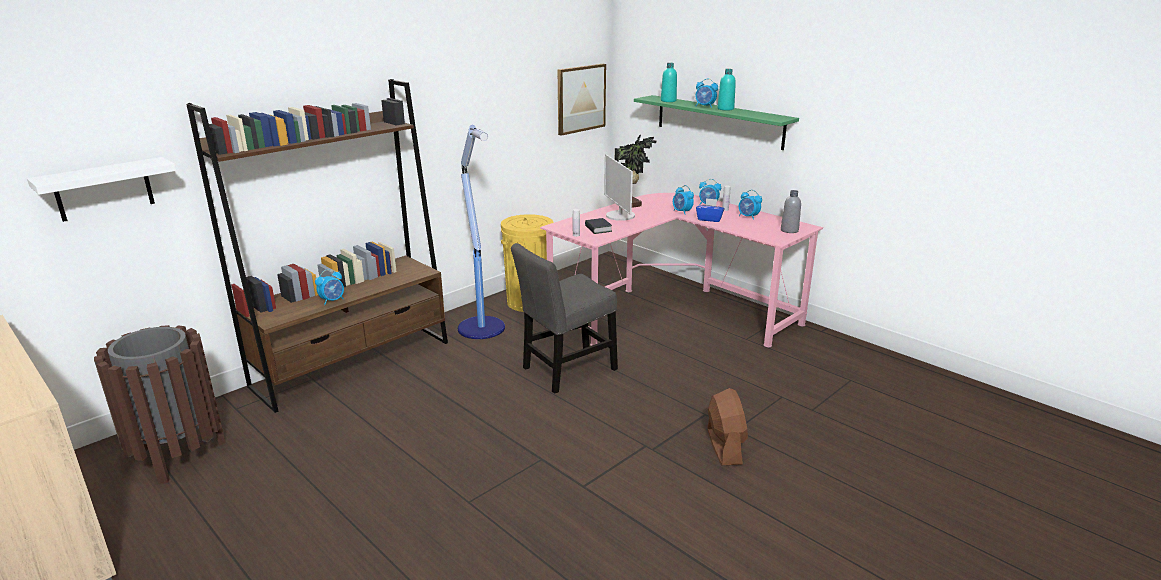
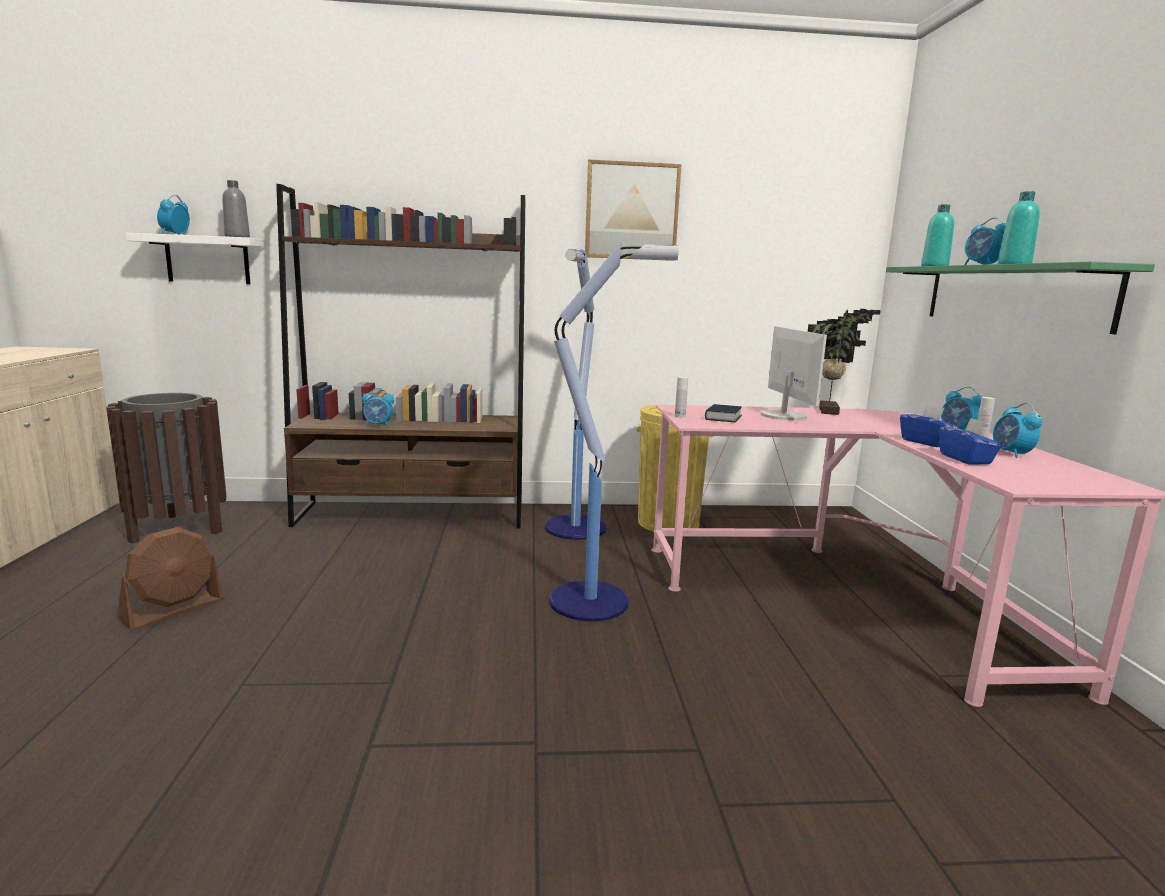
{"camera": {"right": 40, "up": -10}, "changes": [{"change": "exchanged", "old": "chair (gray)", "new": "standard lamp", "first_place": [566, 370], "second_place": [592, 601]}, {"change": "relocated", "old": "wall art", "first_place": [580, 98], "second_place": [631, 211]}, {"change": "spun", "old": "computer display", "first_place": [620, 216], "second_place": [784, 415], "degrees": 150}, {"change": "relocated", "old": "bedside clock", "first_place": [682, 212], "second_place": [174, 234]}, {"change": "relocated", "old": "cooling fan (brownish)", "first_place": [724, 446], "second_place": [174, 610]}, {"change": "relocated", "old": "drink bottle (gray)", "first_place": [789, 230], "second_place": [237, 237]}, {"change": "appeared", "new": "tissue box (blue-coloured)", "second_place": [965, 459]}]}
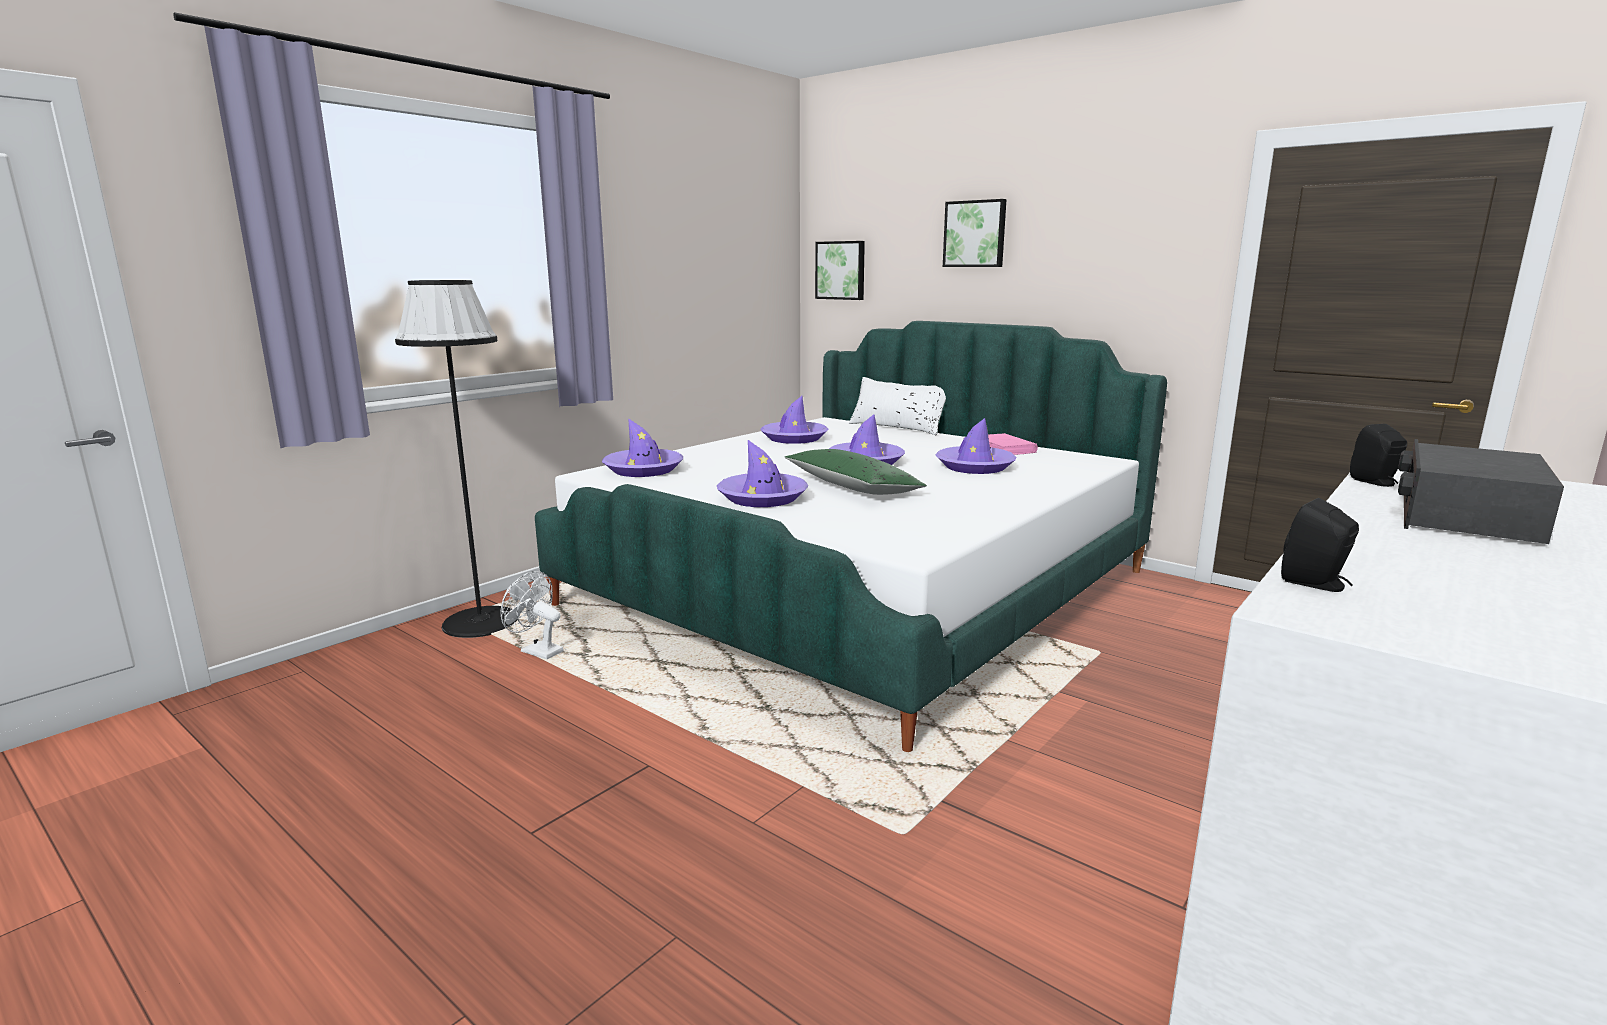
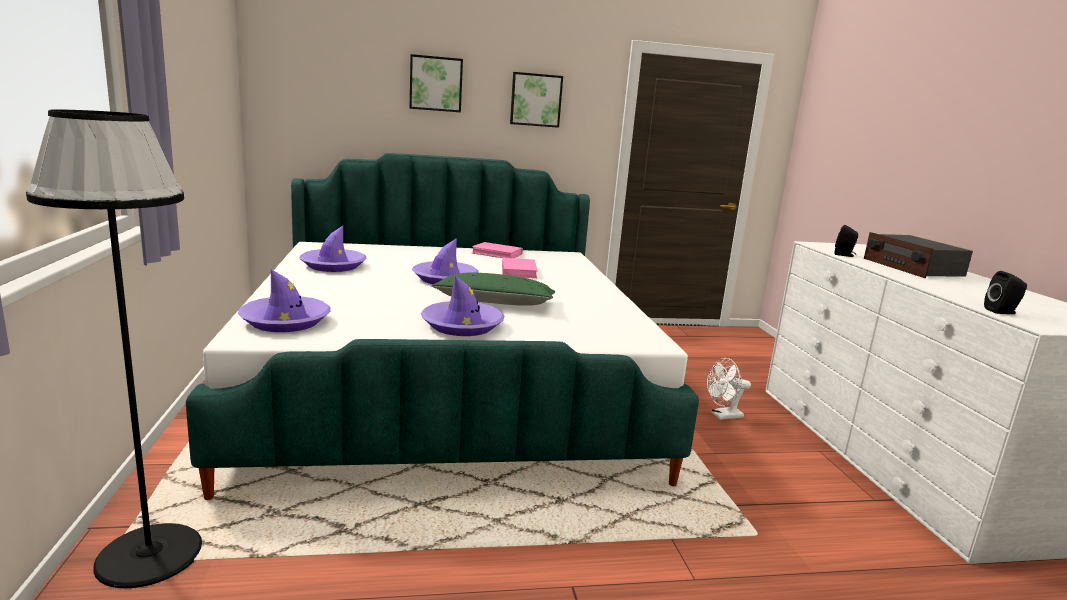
{"camera": {"right": -50, "up": 0}, "changes": [{"change": "relocated", "old": "cooling fan (white)", "first_place": [537, 651], "second_place": [723, 416]}, {"change": "relocated", "old": "wall art", "first_place": [841, 270], "second_place": [535, 100]}, {"change": "missing", "old": "pillow (white)", "first_place": [897, 427]}, {"change": "exchanged", "old": "wearable hat (purple-coloured)", "new": "bound book (pink)", "first_place": [974, 467], "second_place": [518, 271]}]}
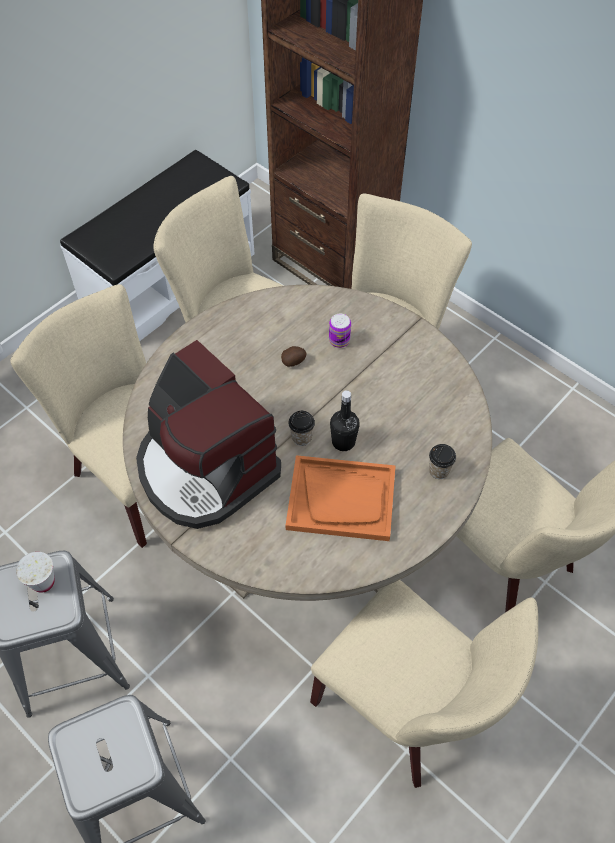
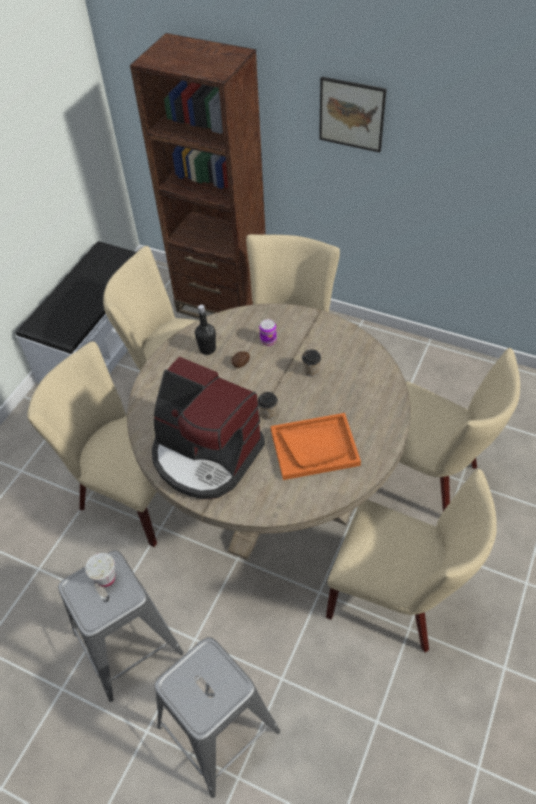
{"camera": {"right": -15, "up": -5}, "changes": [{"change": "relocated", "old": "drink bottle (blackish)", "first_place": [343, 442], "second_place": [207, 349]}, {"change": "relocated", "old": "small cup", "first_place": [439, 470], "second_place": [311, 371]}, {"change": "appeared", "new": "wall art", "second_place": [351, 114]}]}
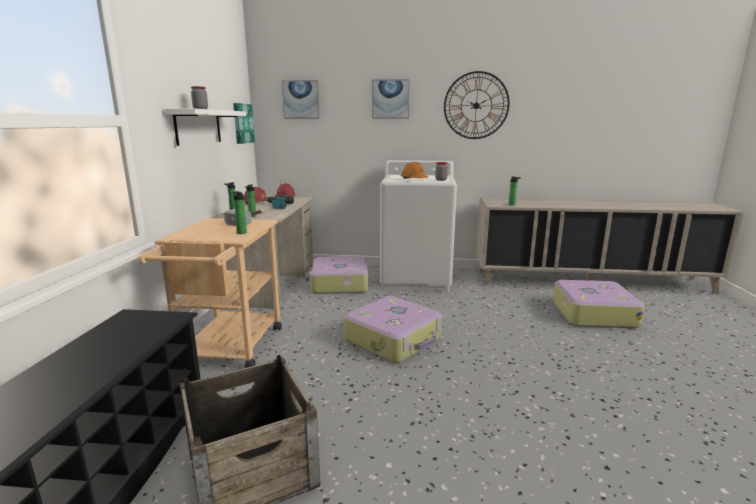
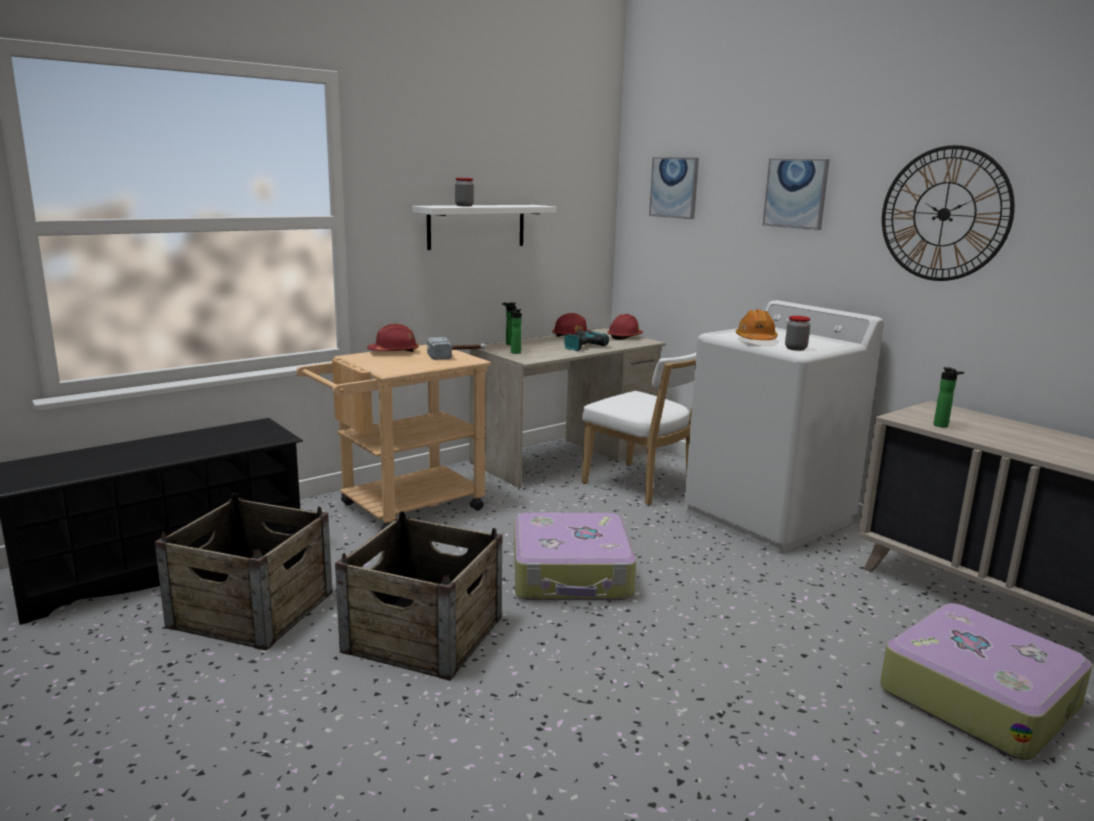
{"camera": {"right": 45, "up": 0}, "changes": [{"change": "missing", "old": "drink bottle", "first_place": [241, 232]}, {"change": "missing", "old": "wall art", "first_place": [242, 123]}, {"change": "exchanged", "old": "travel case", "new": "chair (white)", "first_place": [339, 284], "second_place": [641, 486]}, {"change": "appeared", "new": "packing crate", "second_place": [424, 634]}, {"change": "appeared", "new": "safety helmet (reddish)", "second_place": [394, 352]}]}
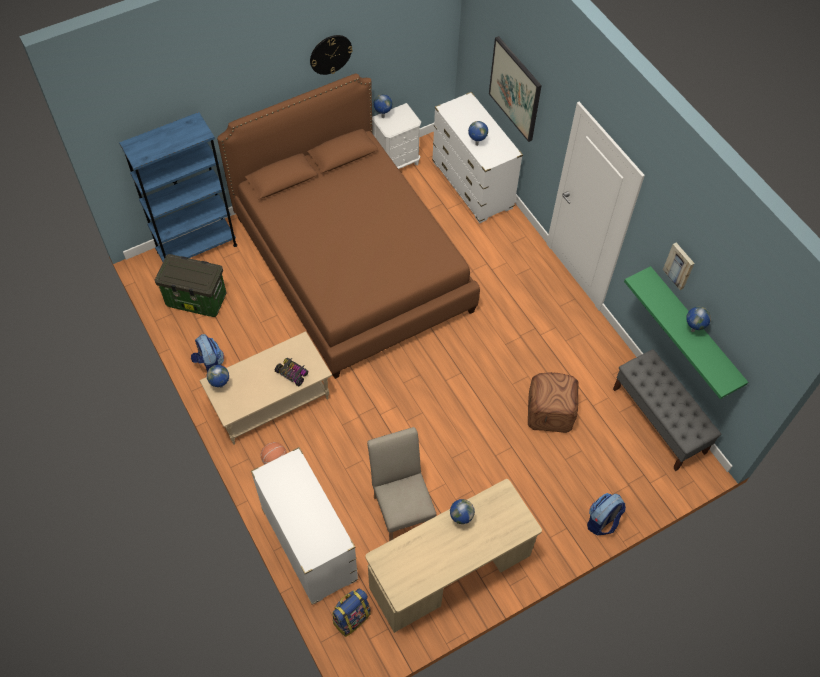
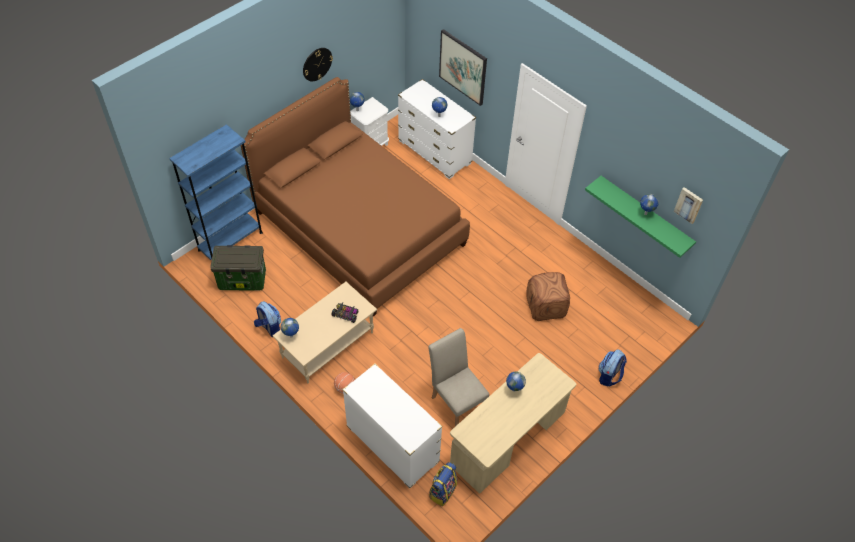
{"camera": {"right": -15, "up": -5}, "changes": [{"change": "missing", "old": "long seat (gray)", "first_place": [659, 421]}, {"change": "relocated", "old": "wall art", "first_place": [679, 265], "second_place": [689, 204]}]}
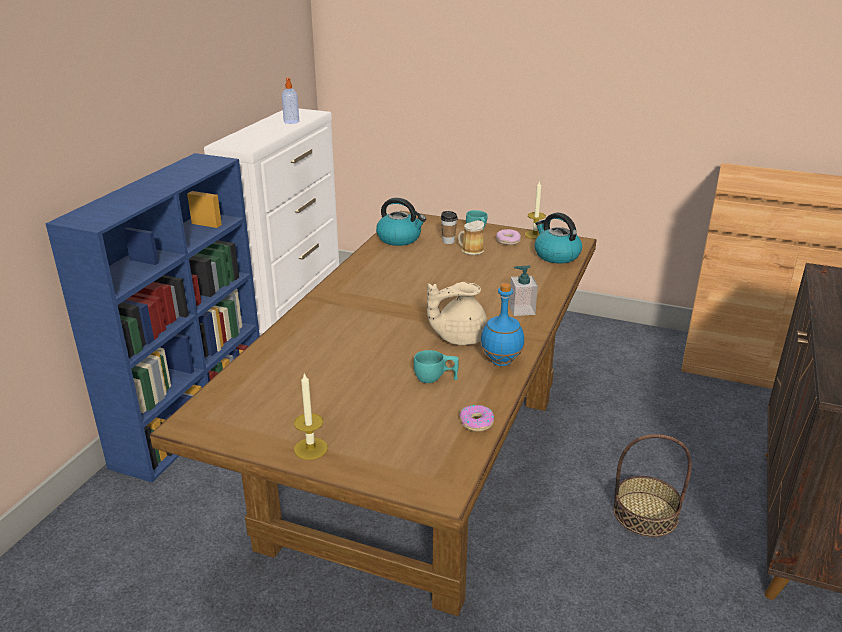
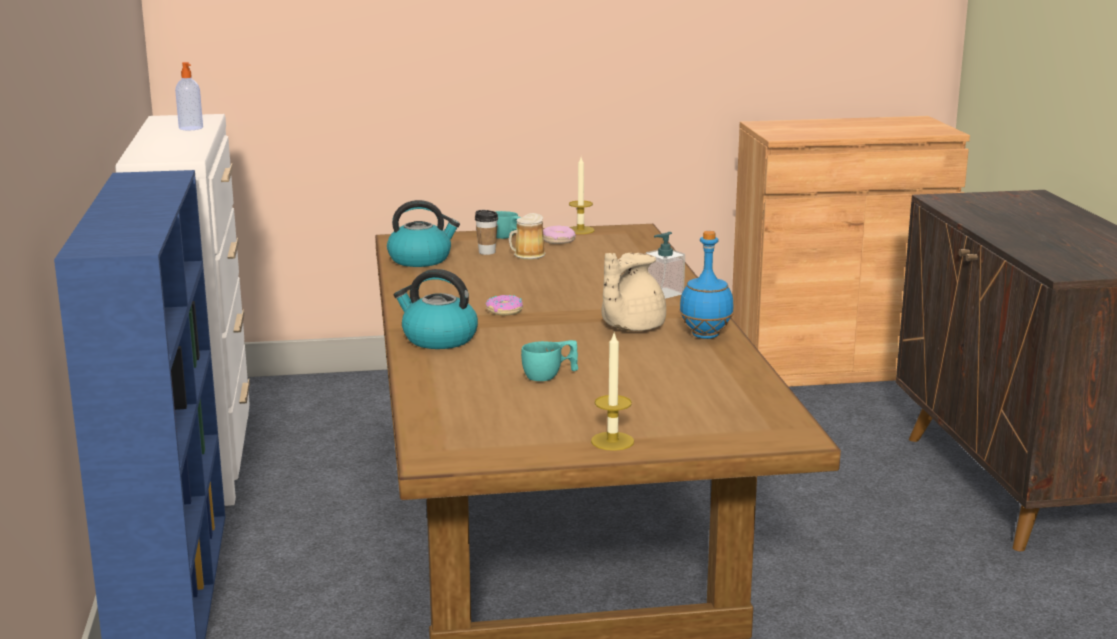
{"camera": {"right": -30, "up": -10}, "changes": [{"change": "relocated", "old": "small cup (turquoise)", "first_place": [435, 379], "second_place": [550, 376]}, {"change": "relocated", "old": "donut", "first_place": [476, 422], "second_place": [504, 311]}, {"change": "relocated", "old": "tea kettle", "first_place": [556, 255], "second_place": [438, 339]}, {"change": "missing", "old": "storage basket", "first_place": [645, 514]}]}
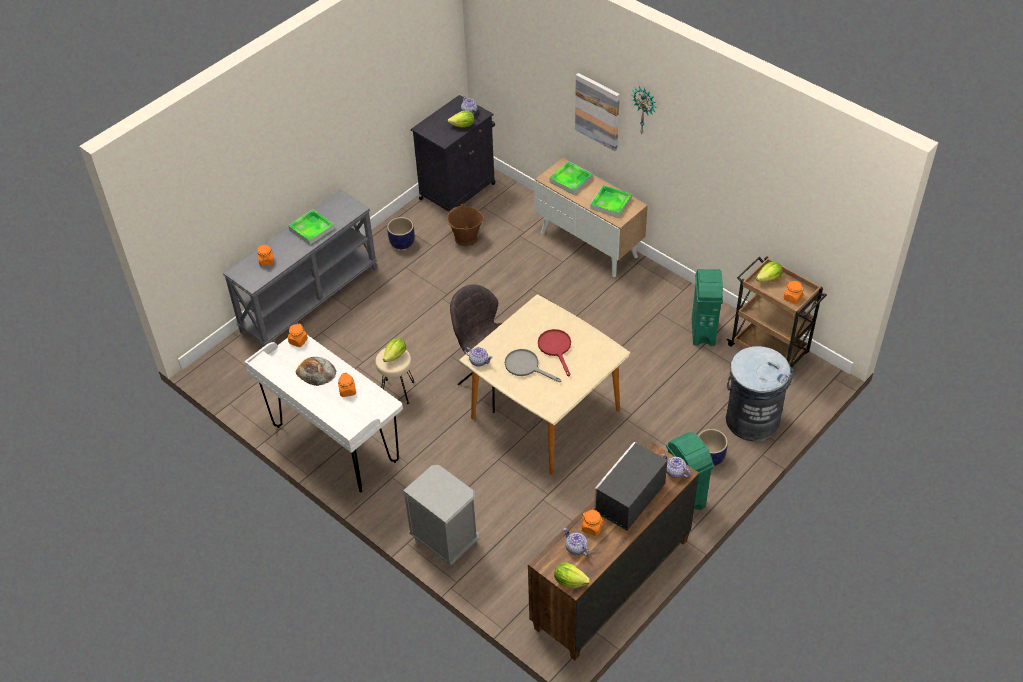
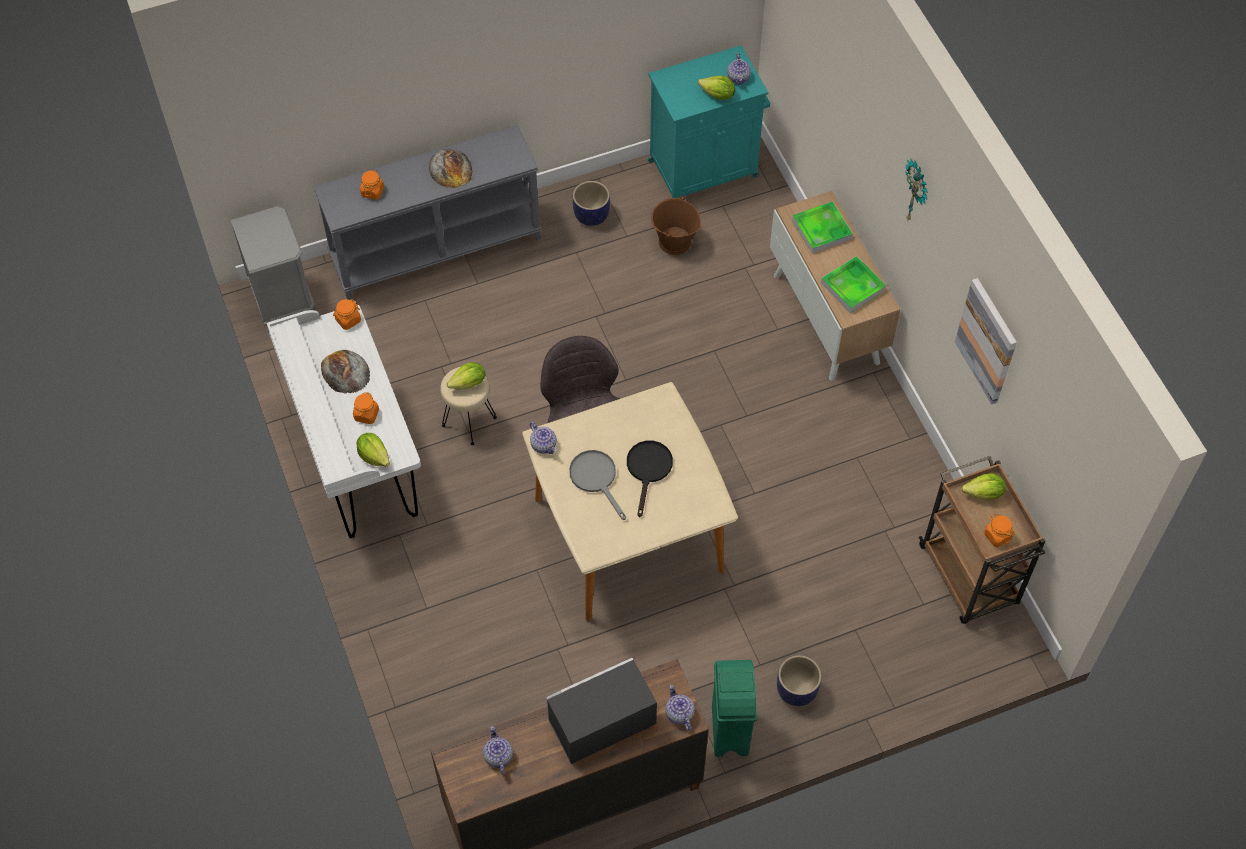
{"camera": {"right": 25, "up": 10}, "changes": [{"change": "exchanged", "old": "serving tray", "new": "baked bread", "first_place": [311, 229], "second_place": [450, 168]}, {"change": "relocated", "old": "night table (gray)", "first_place": [445, 541], "second_place": [282, 299]}, {"change": "colour", "old": "storage cabinet (blackish)", "new": "storage cabinet (turquoise)", "first_place": [458, 190], "second_place": [705, 168]}, {"change": "colour", "old": "skillet (reddish)", "new": "skillet (blackish)", "first_place": [556, 348], "second_place": [648, 470]}, {"change": "relocated", "old": "lettuce", "first_place": [570, 581], "second_place": [374, 456]}, {"change": "relocated", "old": "wall art", "first_place": [598, 111], "second_place": [987, 341]}, {"change": "missing", "old": "jar (orange-coloured)", "first_place": [592, 527]}, {"change": "missing", "old": "rubbish bin (green-coloured)", "first_place": [703, 332]}, {"change": "missing", "old": "rubbish bin (gray)", "first_place": [752, 419]}]}
